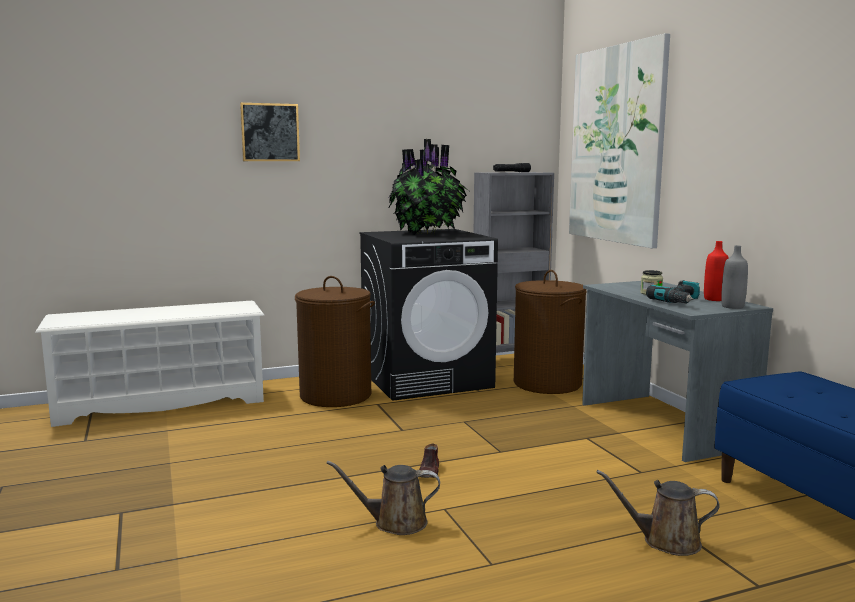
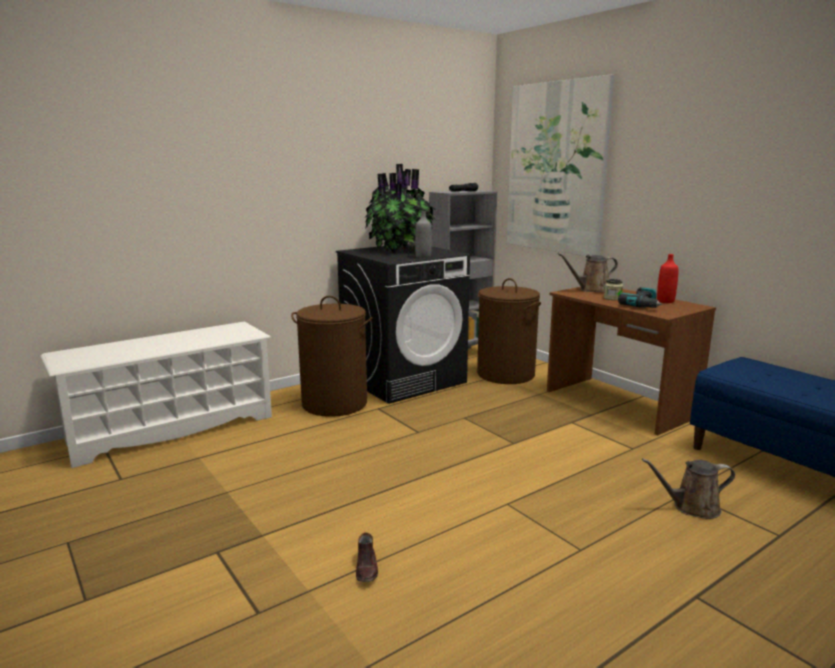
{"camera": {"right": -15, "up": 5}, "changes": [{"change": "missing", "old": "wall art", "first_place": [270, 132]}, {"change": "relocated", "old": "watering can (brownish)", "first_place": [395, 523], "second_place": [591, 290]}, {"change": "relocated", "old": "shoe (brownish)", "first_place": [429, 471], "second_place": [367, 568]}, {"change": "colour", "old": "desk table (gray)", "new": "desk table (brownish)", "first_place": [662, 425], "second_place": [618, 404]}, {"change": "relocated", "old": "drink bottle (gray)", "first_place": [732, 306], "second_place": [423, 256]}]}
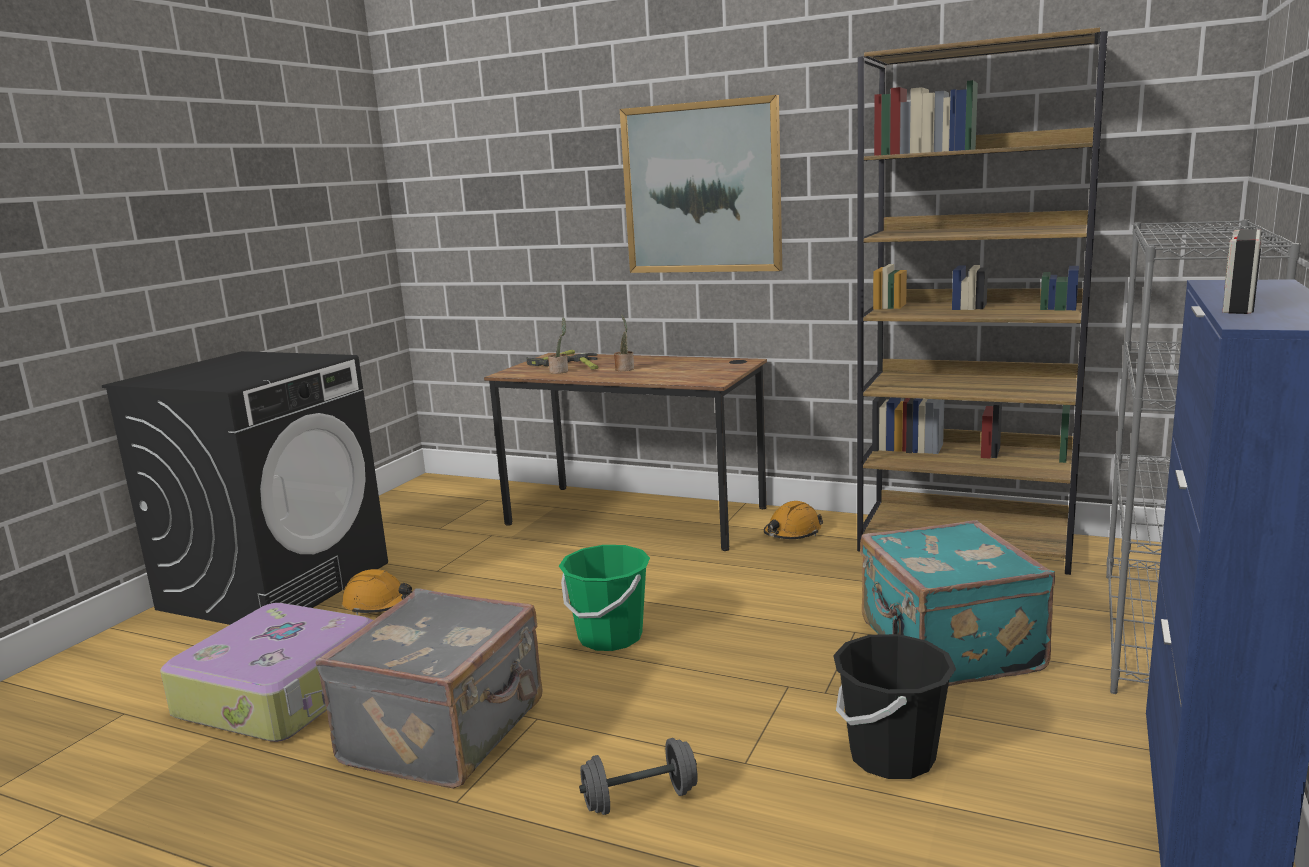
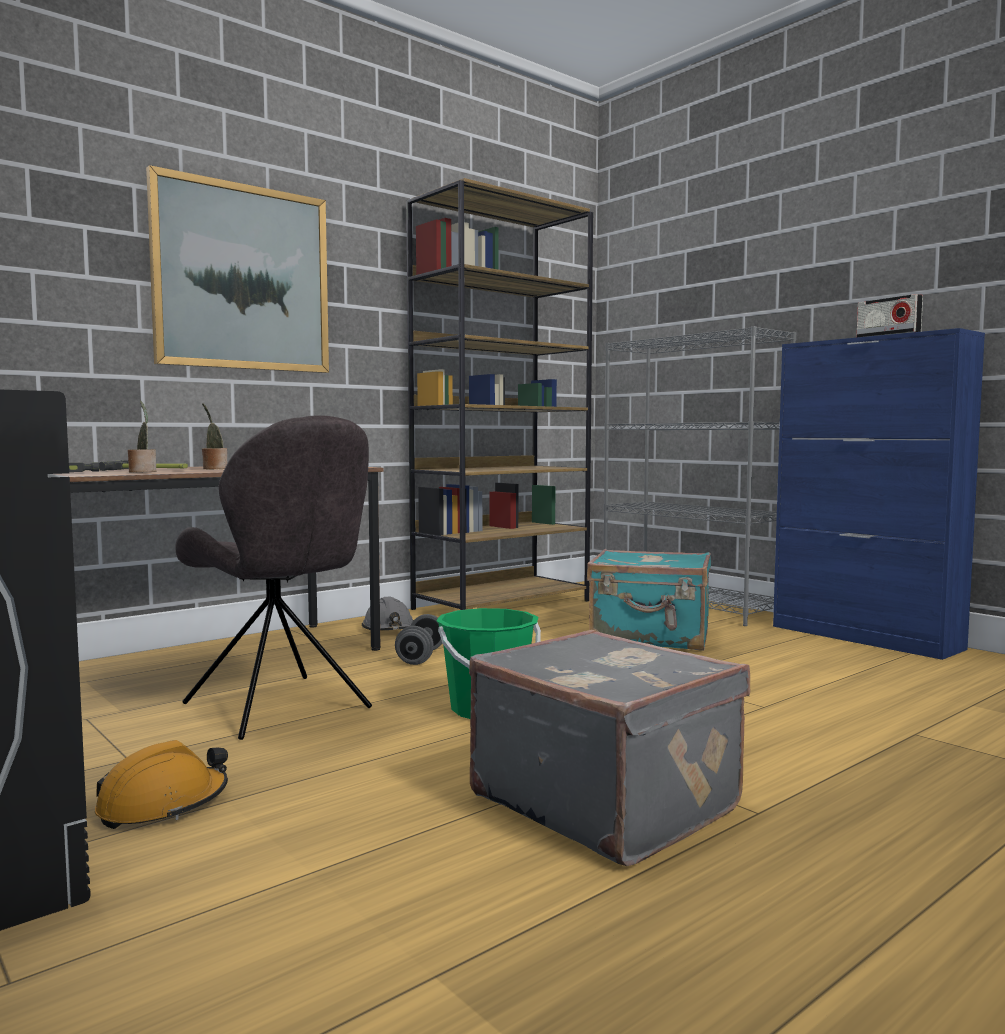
{"camera": {"right": -65, "up": -10}, "changes": [{"change": "missing", "old": "travel case", "first_place": [284, 692]}, {"change": "relocated", "old": "dumbbell (gray)", "first_place": [640, 799], "second_place": [421, 657]}, {"change": "colour", "old": "safety helmet (orange-coloured)", "new": "safety helmet (gray)", "first_place": [792, 533], "second_place": [389, 629]}, {"change": "missing", "old": "pail (blackish)", "first_place": [891, 756]}, {"change": "appeared", "new": "chair (gray)", "second_place": [279, 708]}]}
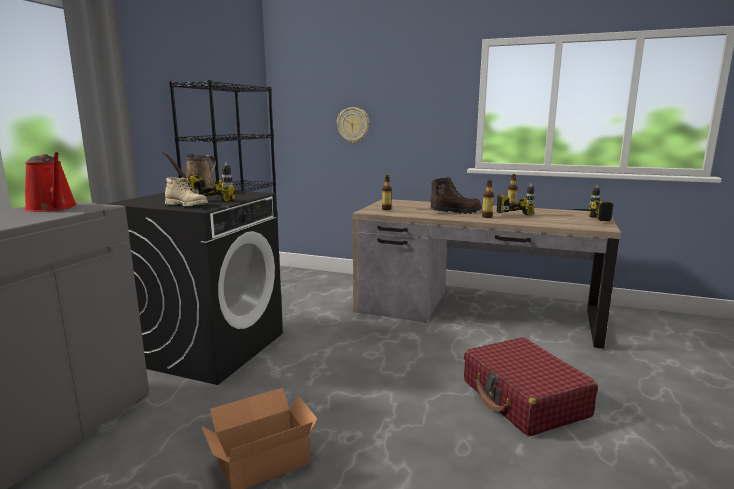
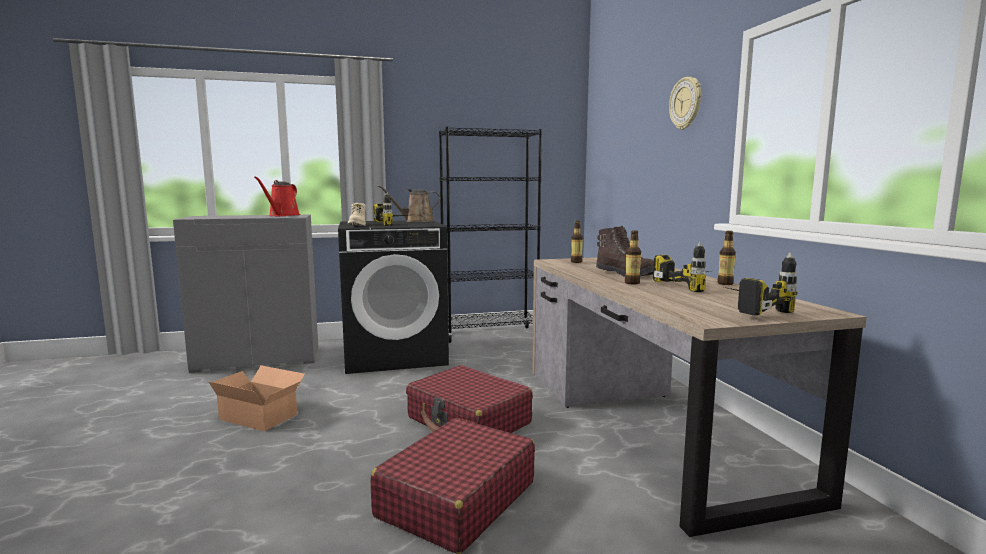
{"camera": {"right": 55, "up": -5}, "changes": [{"change": "relocated", "old": "hanging clock", "first_place": [353, 125], "second_place": [686, 103]}, {"change": "appeared", "new": "travel case (reddish)", "second_place": [469, 421]}]}
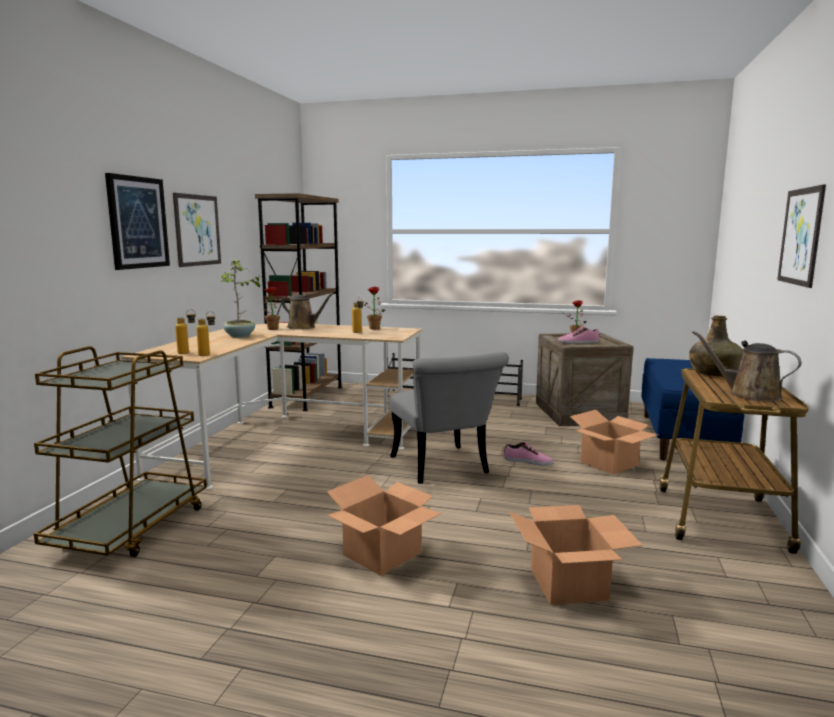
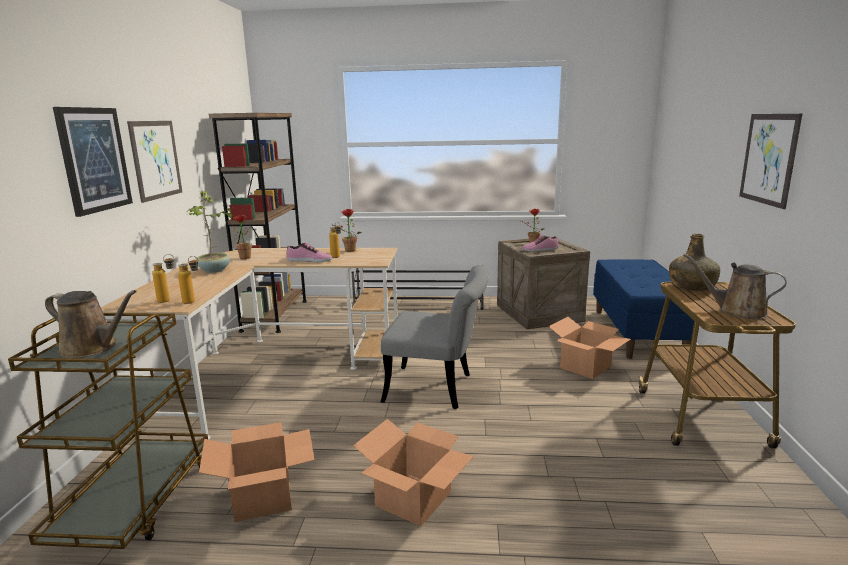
{"camera": {"right": -10, "up": 5}, "changes": [{"change": "relocated", "old": "watering can (brownish)", "first_place": [303, 327], "second_place": [93, 348]}, {"change": "spun", "old": "chair (gray)", "first_place": [444, 469], "second_place": [438, 388], "degrees": -45}, {"change": "relocated", "old": "shoe", "first_place": [528, 461], "second_place": [309, 260]}, {"change": "relocated", "old": "packing box", "first_place": [567, 583], "second_place": [262, 497]}]}
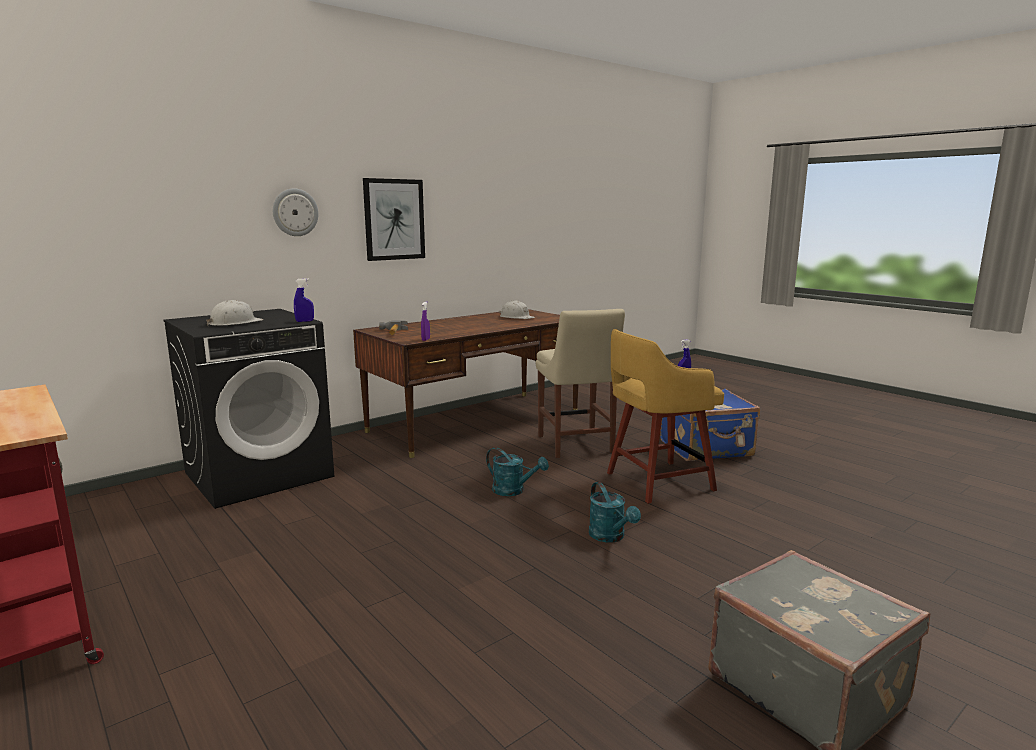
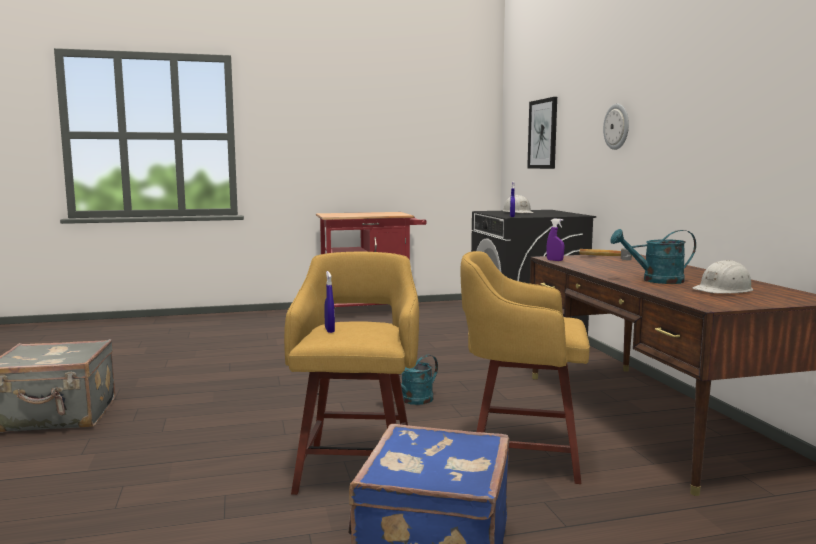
{"camera": {"right": 115, "up": -5}, "changes": [{"change": "relocated", "old": "wall art", "first_place": [394, 219], "second_place": [543, 134]}, {"change": "exchanged", "old": "chair (sand-coloured)", "new": "stool seat (yellowish)", "first_place": [576, 445], "second_place": [520, 455]}, {"change": "relocated", "old": "watering can (turquoise)", "first_place": [610, 537], "second_place": [655, 280]}]}
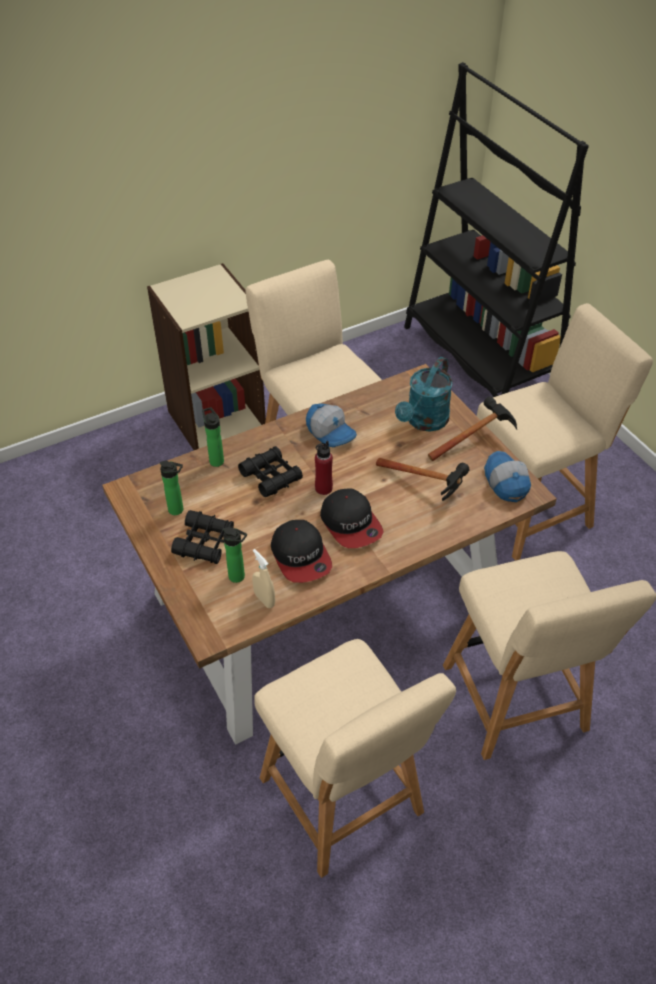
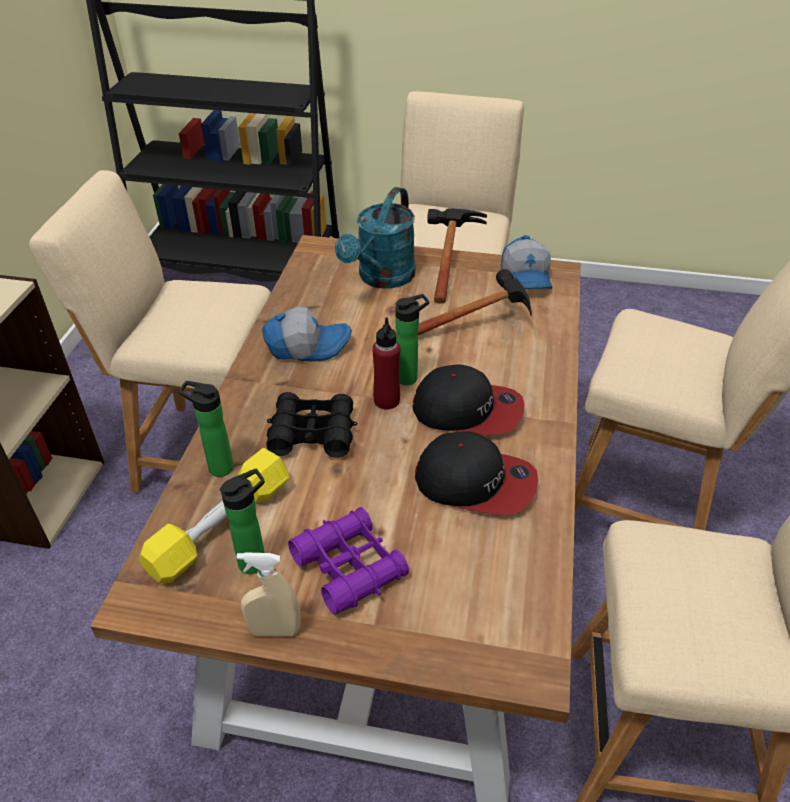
{"camera": {"right": -50, "up": -5}, "changes": [{"change": "colour", "old": "binoculars (blackish)", "new": "binoculars (purple-coloured)", "first_place": [204, 542], "second_place": [349, 567]}, {"change": "relocated", "old": "drink bottle", "first_place": [239, 577], "second_place": [409, 377]}, {"change": "relocated", "old": "hand sprayer (sand-coloured)", "first_place": [264, 600], "second_place": [274, 630]}, {"change": "spun", "old": "watering can (turquoise)", "first_place": [424, 422], "second_place": [382, 278], "degrees": 45}, {"change": "spun", "old": "peaked cap", "first_place": [505, 482], "second_place": [526, 278], "degrees": -120}, {"change": "appeared", "new": "dumbbell (yellowish)", "second_place": [221, 526]}]}
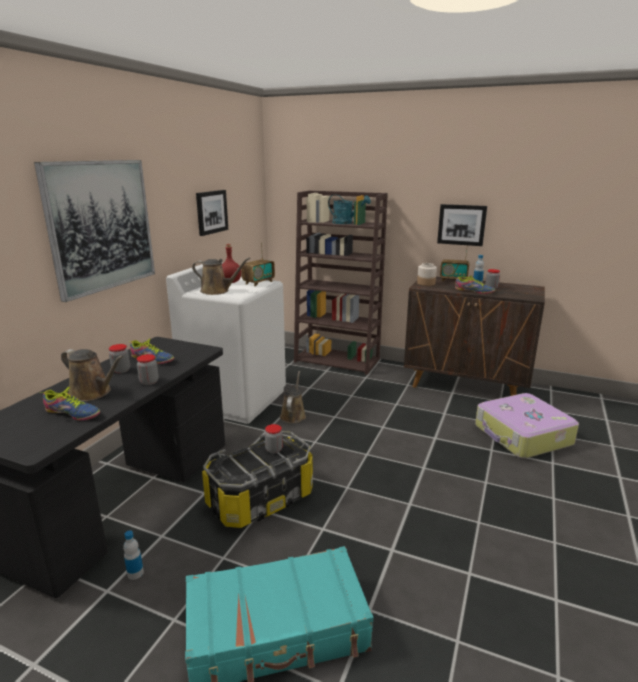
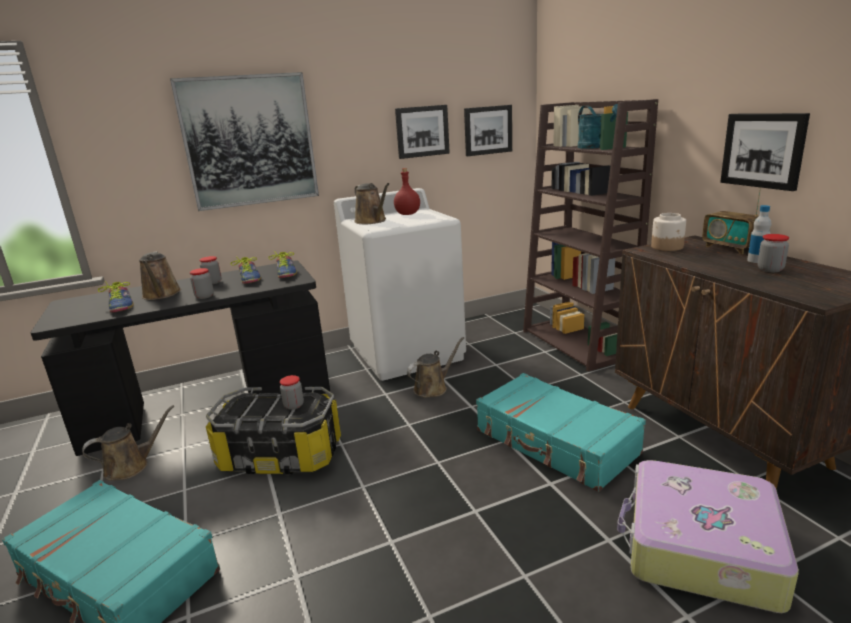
{"camera": {"right": 45, "up": 0}, "changes": [{"change": "exchanged", "old": "drink bottle", "new": "watering can (brownish)", "first_place": [135, 573], "second_place": [131, 466]}, {"change": "missing", "old": "radio", "first_place": [258, 283]}, {"change": "relocated", "old": "shoe", "first_place": [474, 291], "second_place": [286, 273]}, {"change": "appeared", "new": "wall art", "second_place": [487, 130]}, {"change": "appeared", "new": "travel case (turquoise)", "second_place": [555, 442]}]}
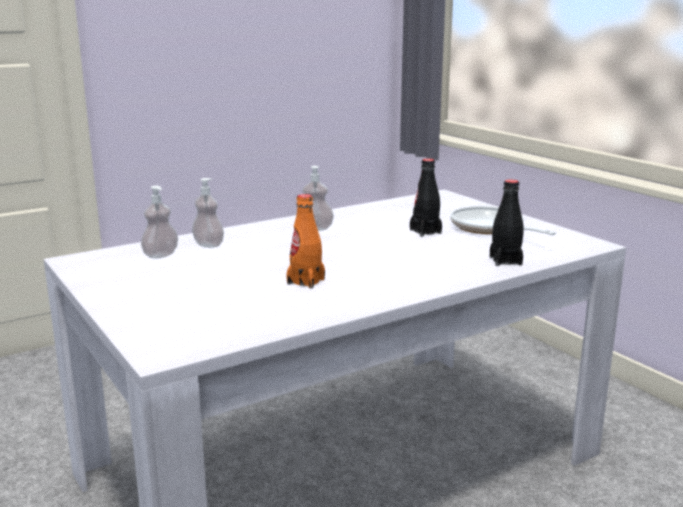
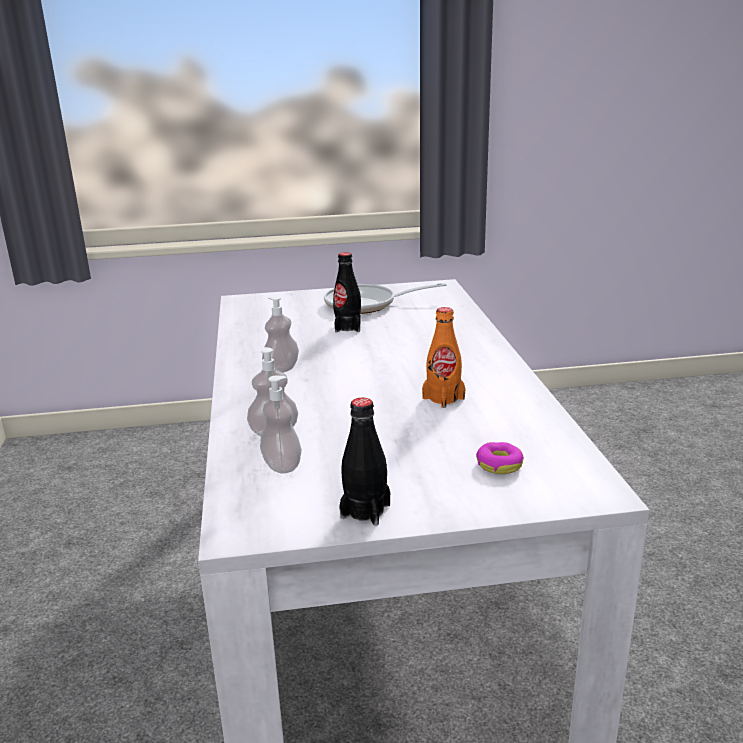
{"camera": {"right": -65, "up": 5}, "changes": [{"change": "relocated", "old": "drink bottle (blackish)", "first_place": [505, 261], "second_place": [365, 511]}, {"change": "appeared", "new": "donut", "second_place": [499, 464]}]}
